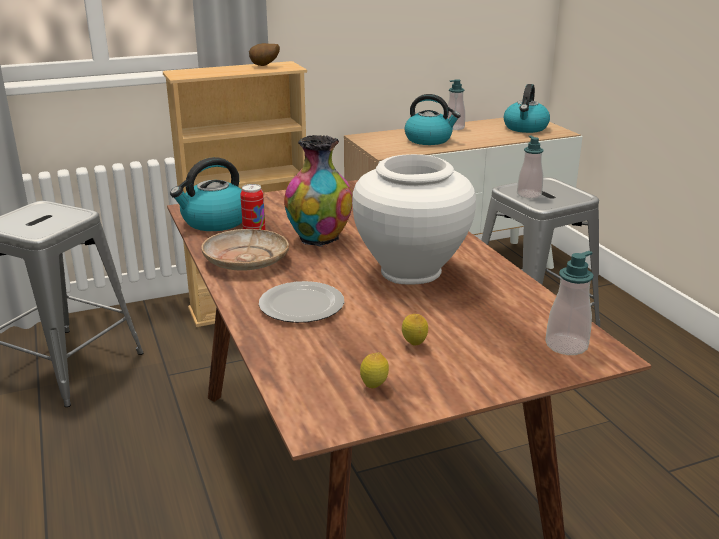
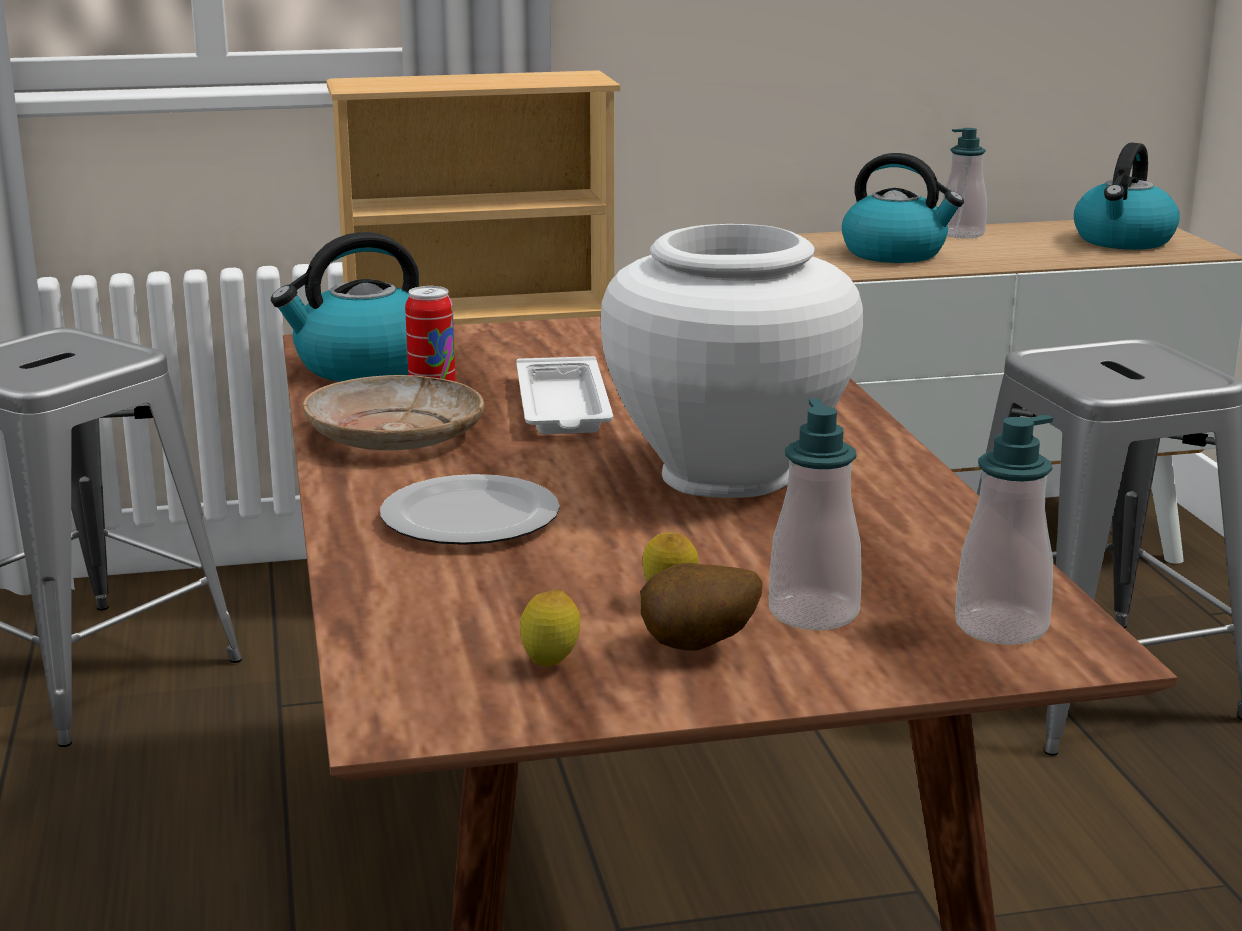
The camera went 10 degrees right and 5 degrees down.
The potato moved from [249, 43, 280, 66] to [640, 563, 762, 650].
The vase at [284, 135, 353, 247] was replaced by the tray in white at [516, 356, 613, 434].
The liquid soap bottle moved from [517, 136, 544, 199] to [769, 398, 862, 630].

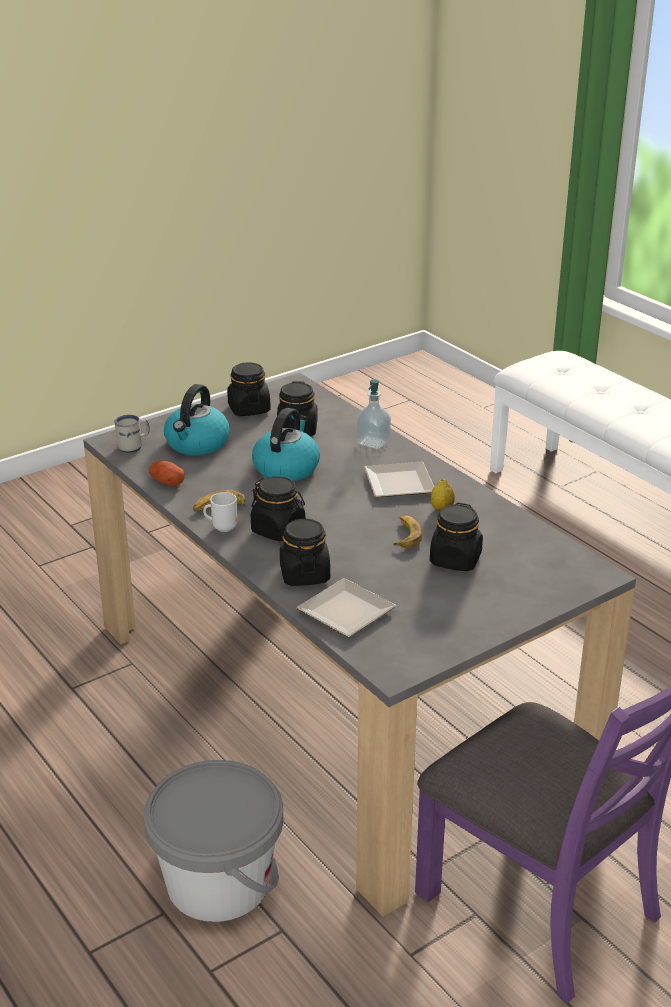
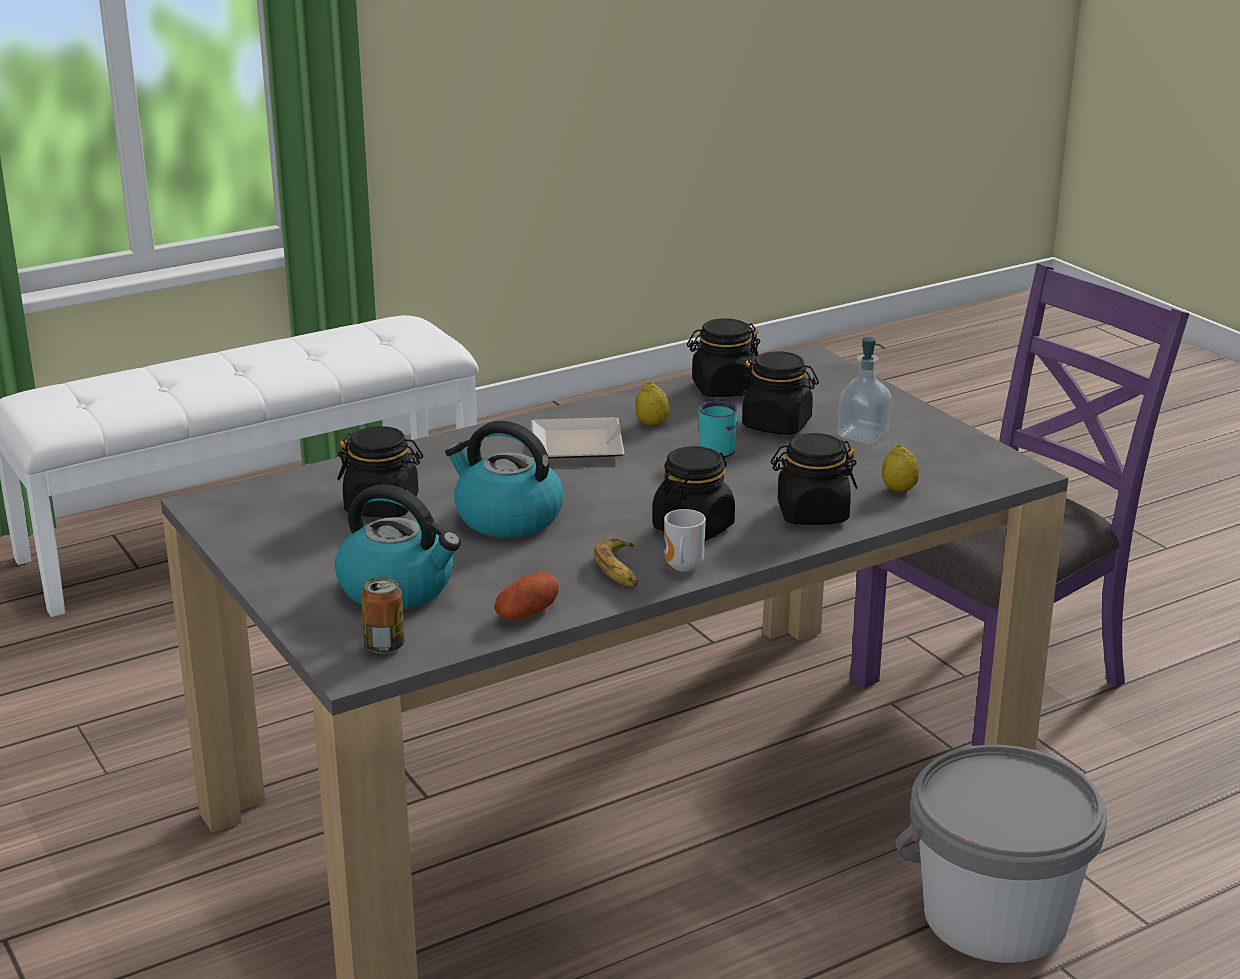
The camera went 85 degrees left and 5 degrees down.
The preserve jar in blackish moved from [227, 363, 271, 416] to [687, 318, 760, 397].
The liquid soap bottle moved from [356, 379, 391, 449] to [838, 337, 892, 444].
The coffee mug in white at [114, 415, 150, 453] was replaced by the metal can at [361, 577, 405, 654].
The whole banana at [393, 516, 422, 549] was replaced by the coffee mug in blue-green at [699, 401, 737, 458].
The plate at [296, 578, 396, 637] was replaced by the whole lemon at [882, 444, 919, 492].

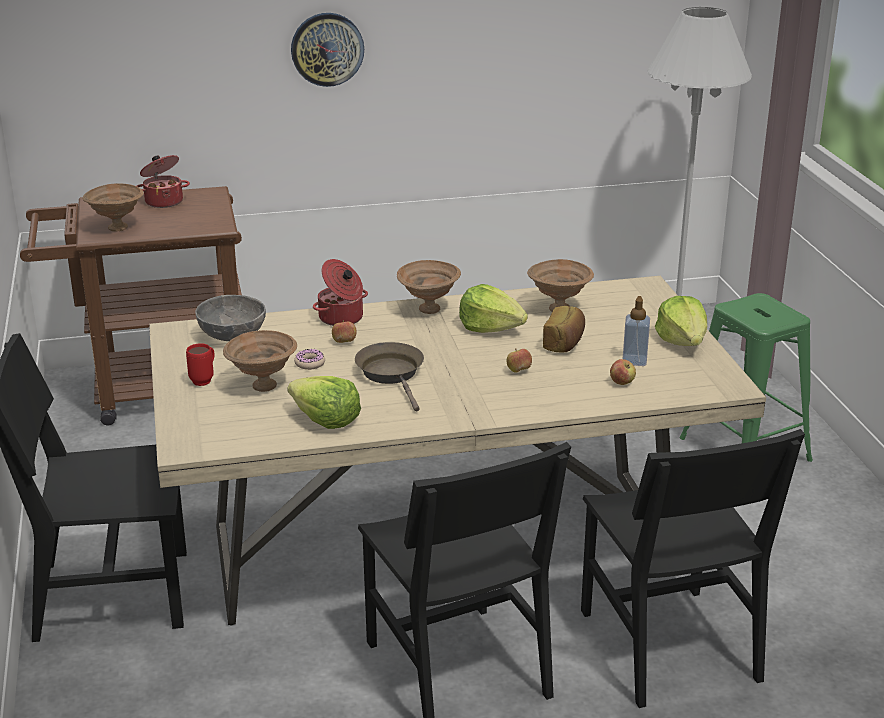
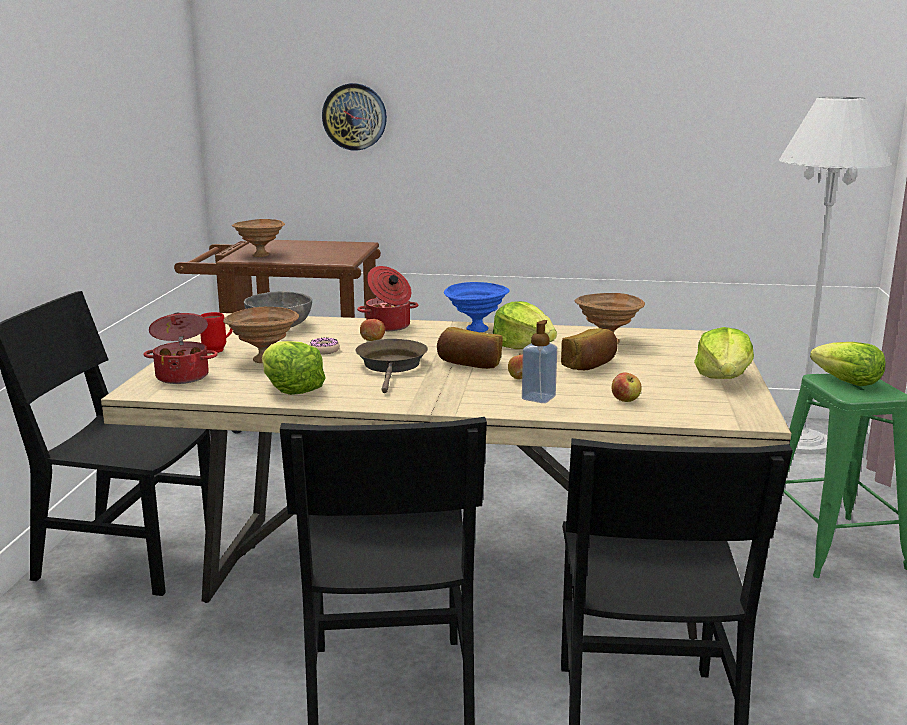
The camera went 20 degrees right and 10 degrees down.
The hanging clock moved from [291, 13, 364, 87] to [322, 83, 387, 151].
The cooking pot moved from [137, 155, 190, 208] to [143, 313, 218, 384].
The bowl in brown at [397, 260, 461, 314] became the bowl in blue at [444, 282, 509, 332].
The liquid soap bottle moved from [623, 296, 650, 366] to [522, 320, 557, 403].
The bakery bread at [437, 327, 503, 369] appeared.
The head of lettuce at [810, 342, 885, 387] appeared.

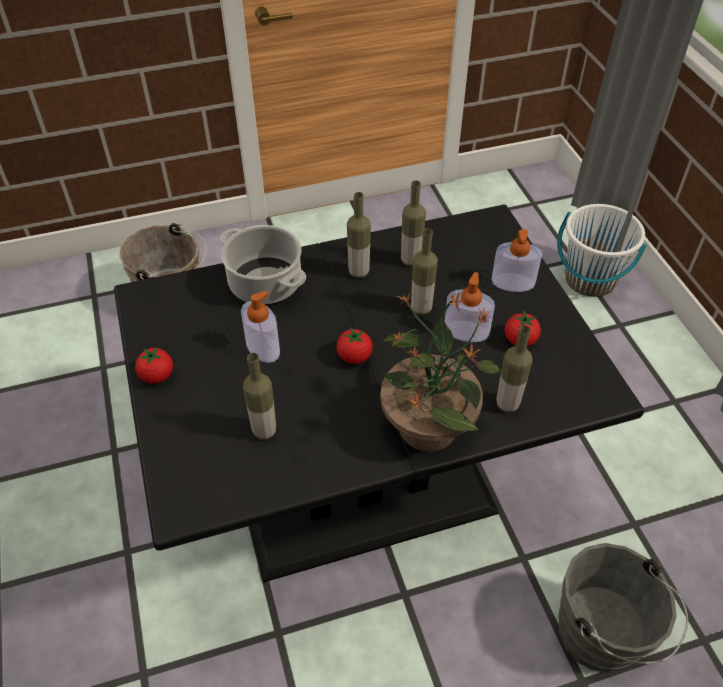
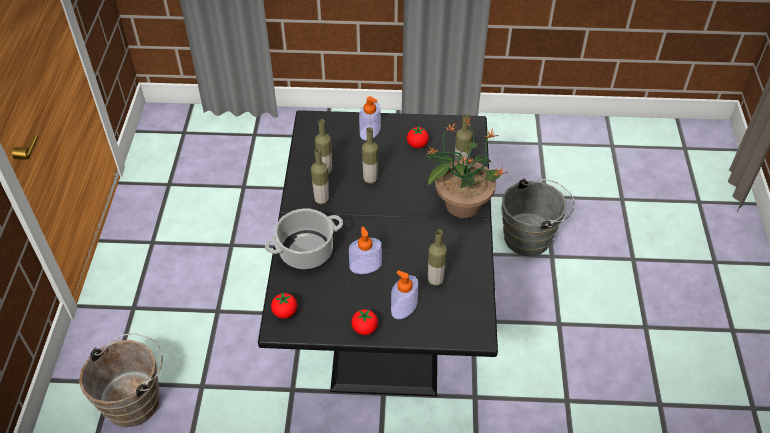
The camera went 70 degrees left and 0 degrees up.
The water bucket in white at [557, 204, 647, 297] disappeared.
The liquid soap bottle moved from [445, 272, 495, 342] to [391, 270, 418, 319].
The fresh tomato moved from [336, 328, 373, 364] to [271, 292, 297, 319].

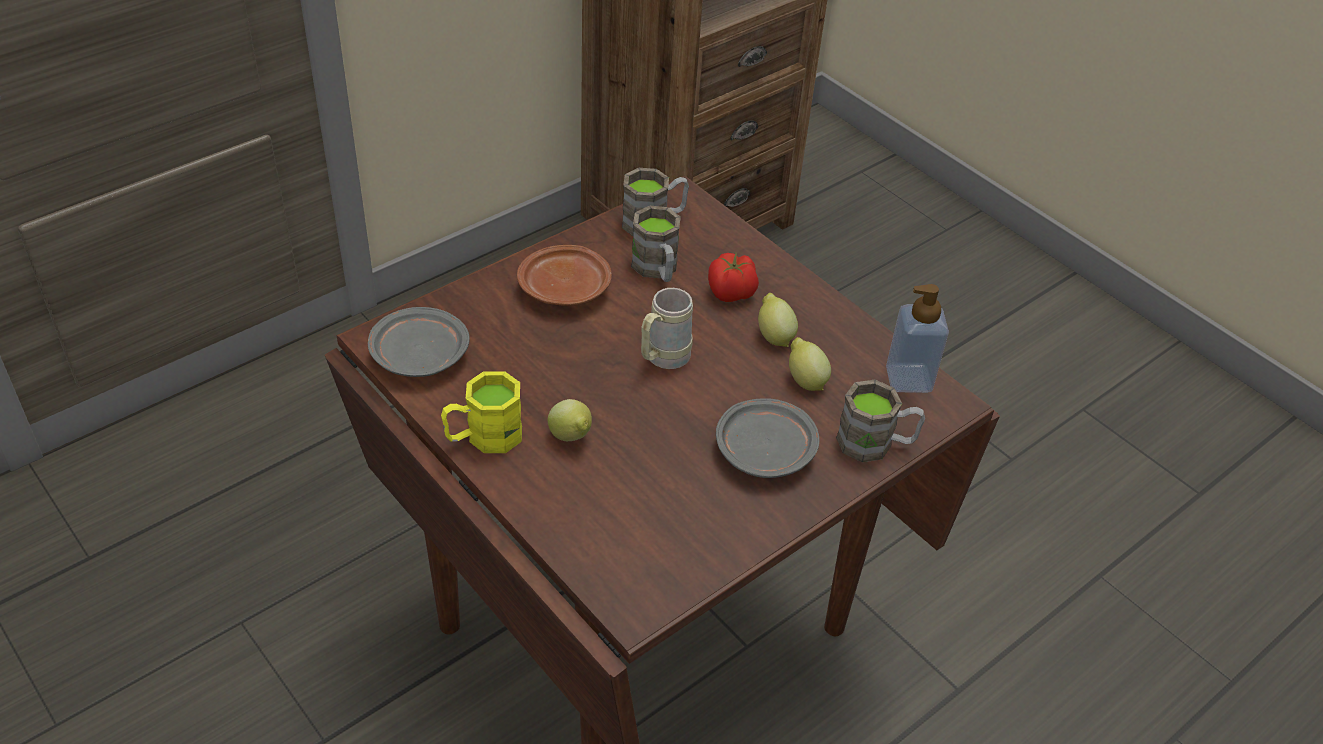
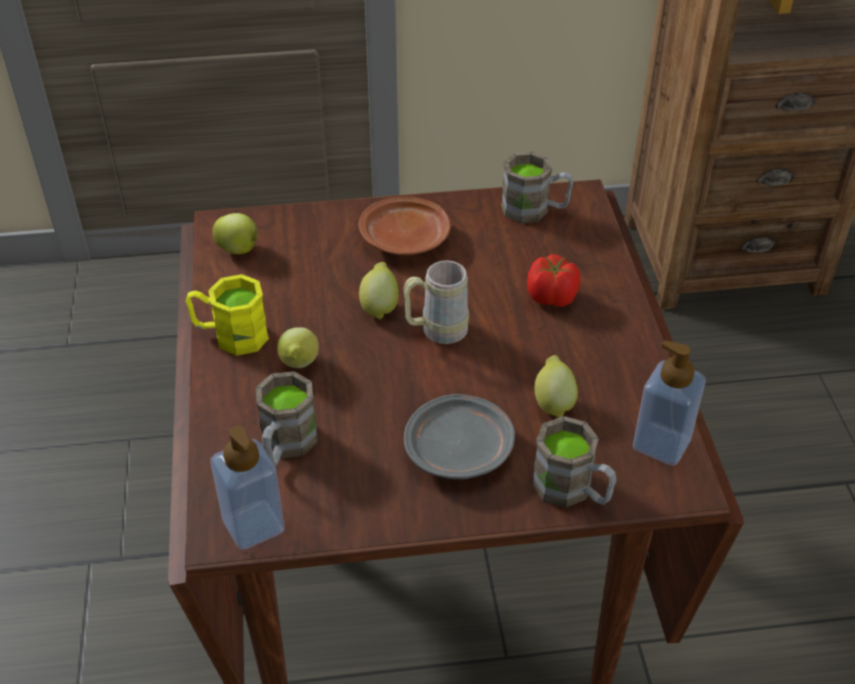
The camera went 35 degrees right and 0 degrees up.
The coffee mug in brown moved from [631, 206, 681, 282] to [256, 371, 318, 466].
The whole lemon moved from [758, 293, 798, 347] to [359, 262, 399, 320].
The plate in greyish at [368, 307, 470, 377] was replaced by the whole apple at [212, 213, 258, 254].
The liquid soap bottle at [211, 425, 285, 550] appeared.

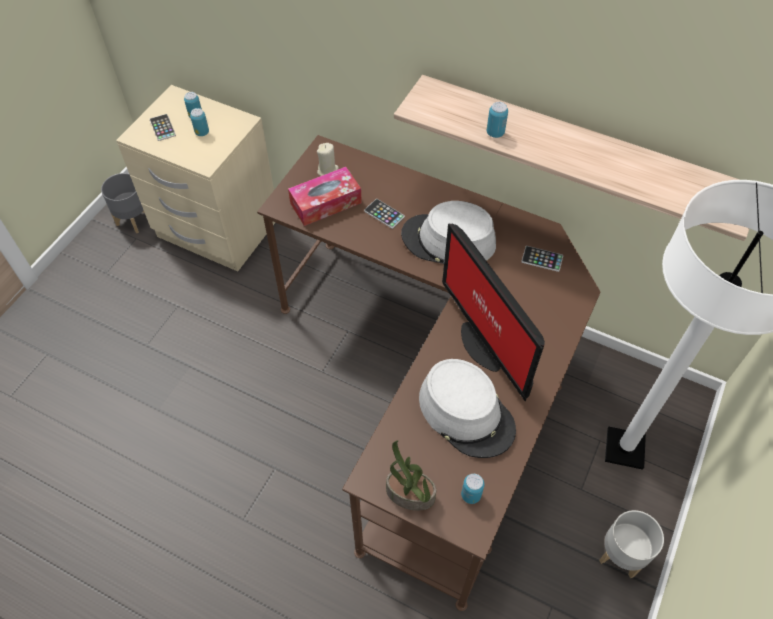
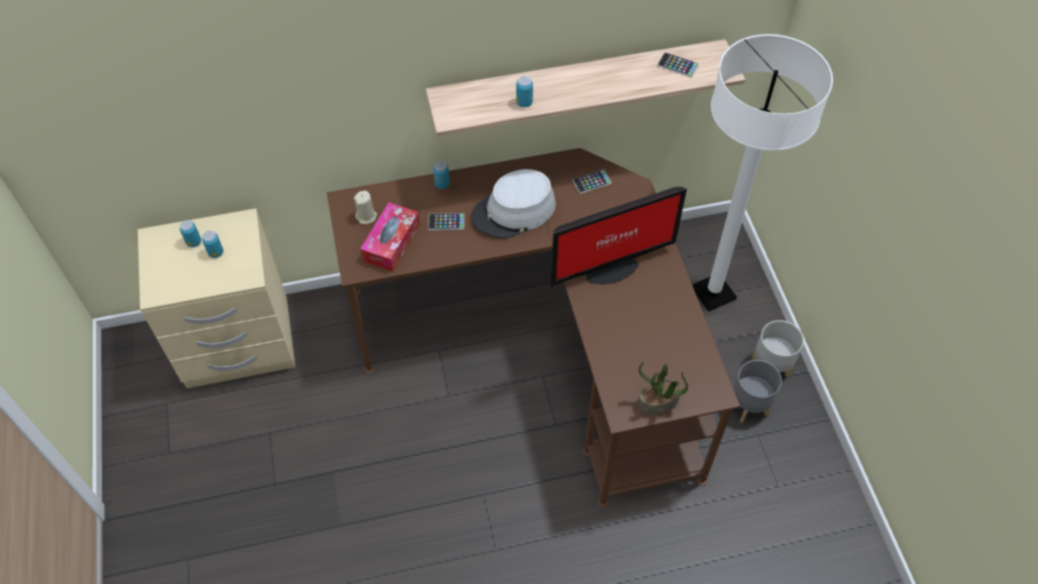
The camera went 40 degrees left and 0 degrees up.
The telephone moved from [150, 114, 176, 141] to [657, 52, 699, 77].
The flower pot in greyish moved from [101, 173, 145, 233] to [733, 360, 782, 423].
The monitor at [442, 223, 545, 401] turned 45 degrees counterclockwise.
The clothing hat in greyish at [419, 359, 516, 458] disappeared.
The metal can moved from [461, 474, 484, 504] to [433, 162, 450, 189].

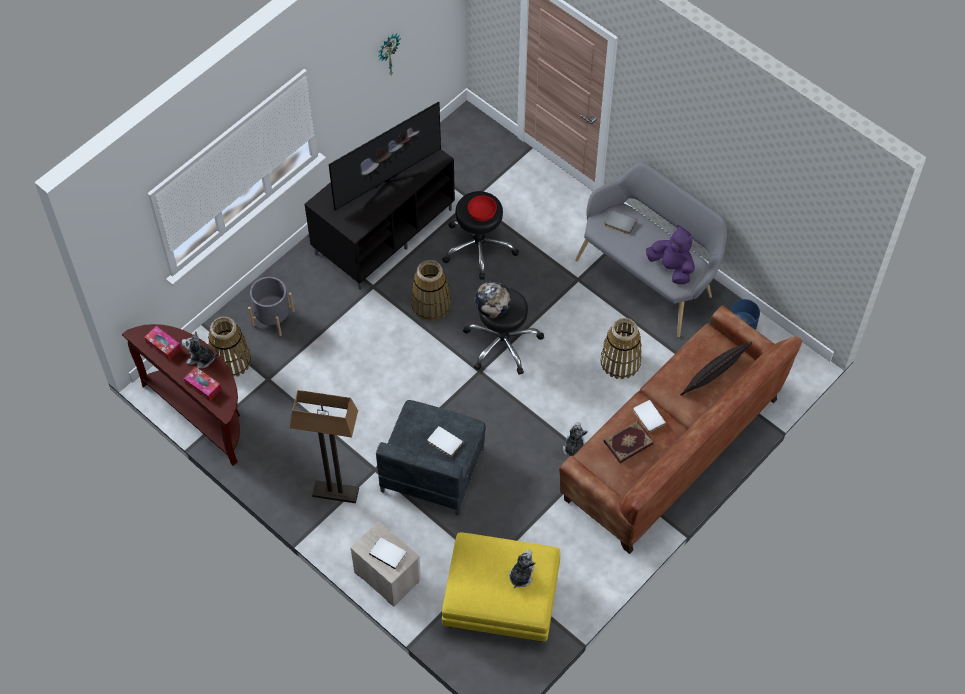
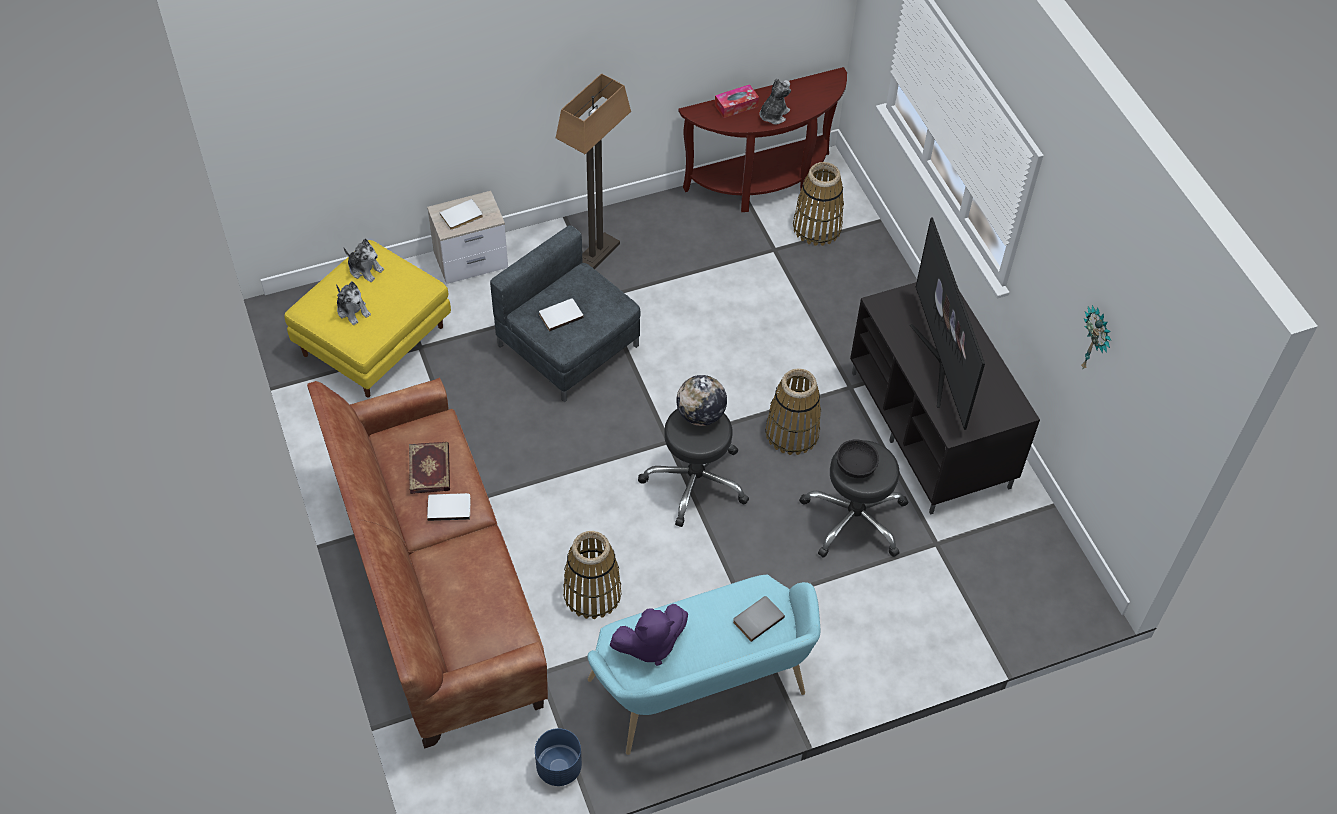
The camera went 115 degrees right and 5 degrees down.
The indoor bench in greyish at [575, 162, 727, 337] became the indoor bench in blue-green at [588, 574, 820, 755].
The bowl in red at [468, 195, 497, 221] became the bowl in blackish at [837, 439, 879, 478].
The flower pot in greyish at [248, 277, 295, 336] disappeared.
The tissue box at [144, 326, 181, 360] disappeared.
The cushion at [680, 342, 752, 396] disappeared.
The soft toy moved from [563, 422, 588, 457] to [344, 238, 384, 282].

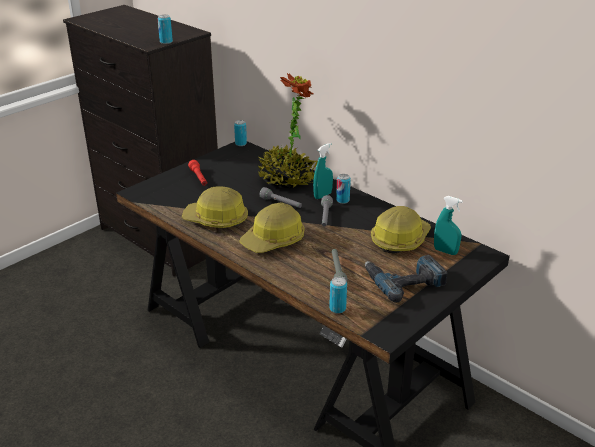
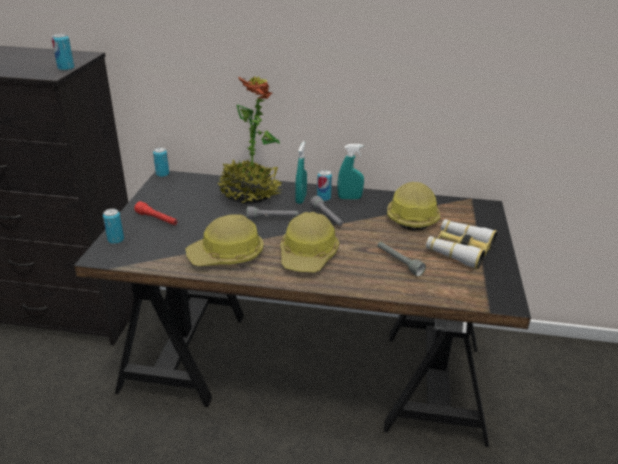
The camera went 35 degrees left and 0 degrees up.
The sprayer in blue-green moved from [434, 196, 463, 255] to [338, 144, 364, 199].
The power drill at [365, 255, 448, 303] was replaced by the binoculars at [426, 219, 497, 269].
The metal can moved from [329, 277, 347, 314] to [103, 209, 124, 244].

